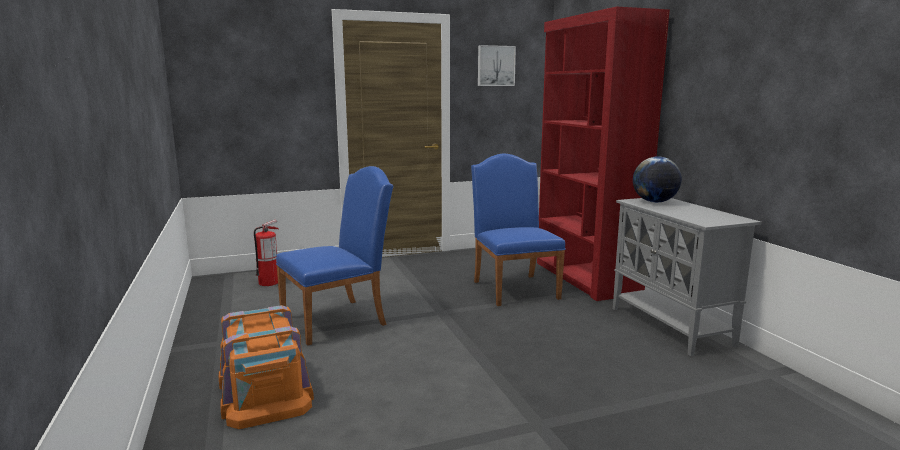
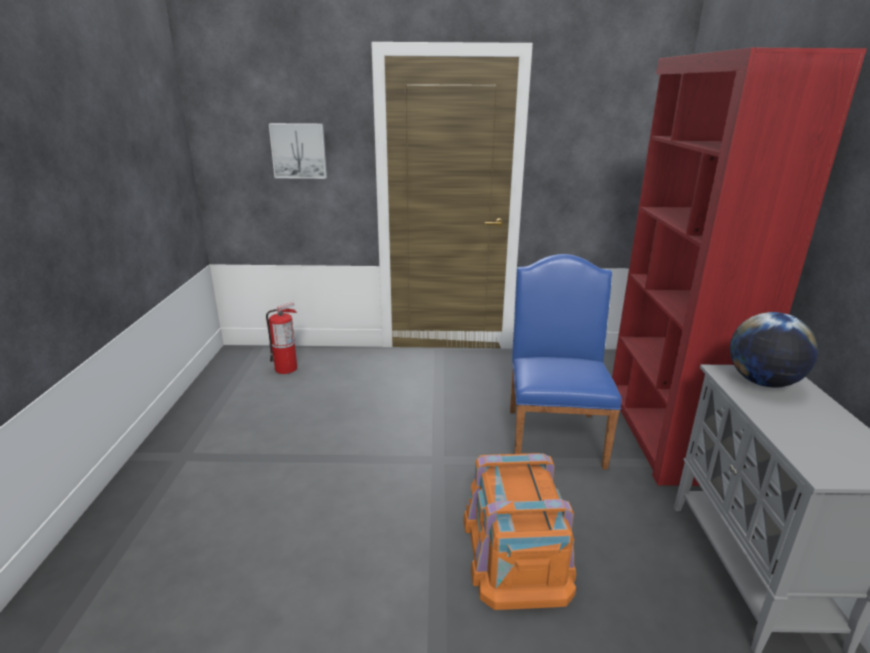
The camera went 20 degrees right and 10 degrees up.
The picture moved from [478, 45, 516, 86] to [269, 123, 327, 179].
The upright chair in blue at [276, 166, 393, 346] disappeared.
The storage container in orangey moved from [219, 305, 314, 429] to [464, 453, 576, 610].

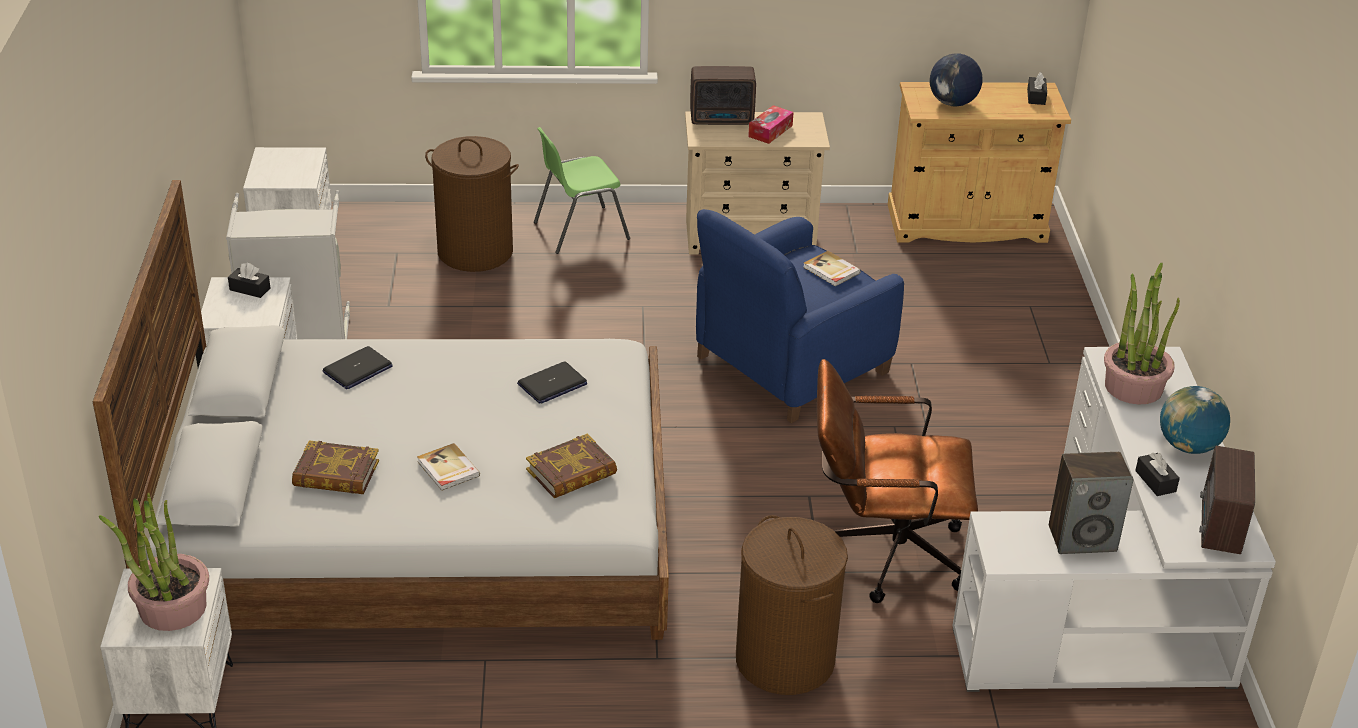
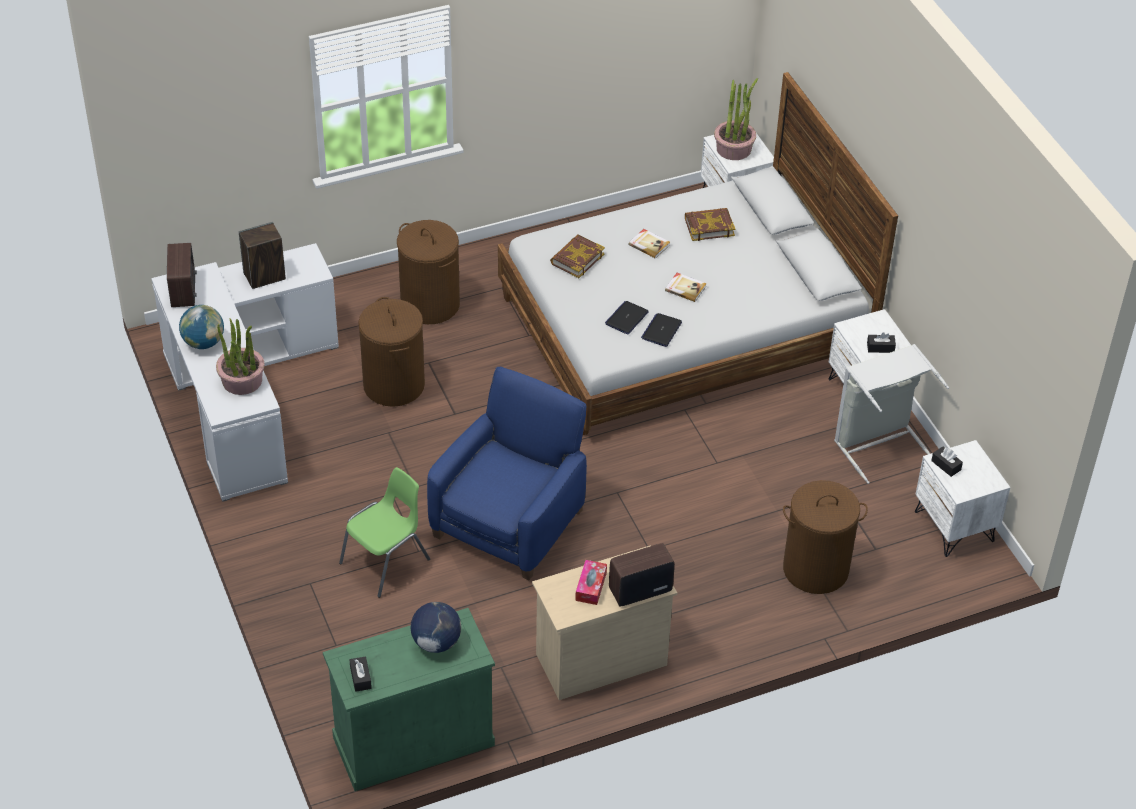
The camera went 160 degrees right and 10 degrees up.
The storage cabinet in beige at [888, 82, 1071, 243] became the storage cabinet in green-coloured at [323, 608, 495, 791].
The upright chair in green-coloured moved from [534, 127, 630, 254] to [339, 467, 430, 598].
The book moved from [803, 251, 861, 286] to [665, 273, 707, 302].
The notebook computer moved from [322, 346, 393, 389] to [641, 313, 682, 347].
The desk chair in brown at [817, 359, 978, 603] was replaced by the hamper in brown at [358, 297, 425, 407].
The tissue box in blackish moved from [1135, 453, 1180, 496] to [931, 447, 963, 477].

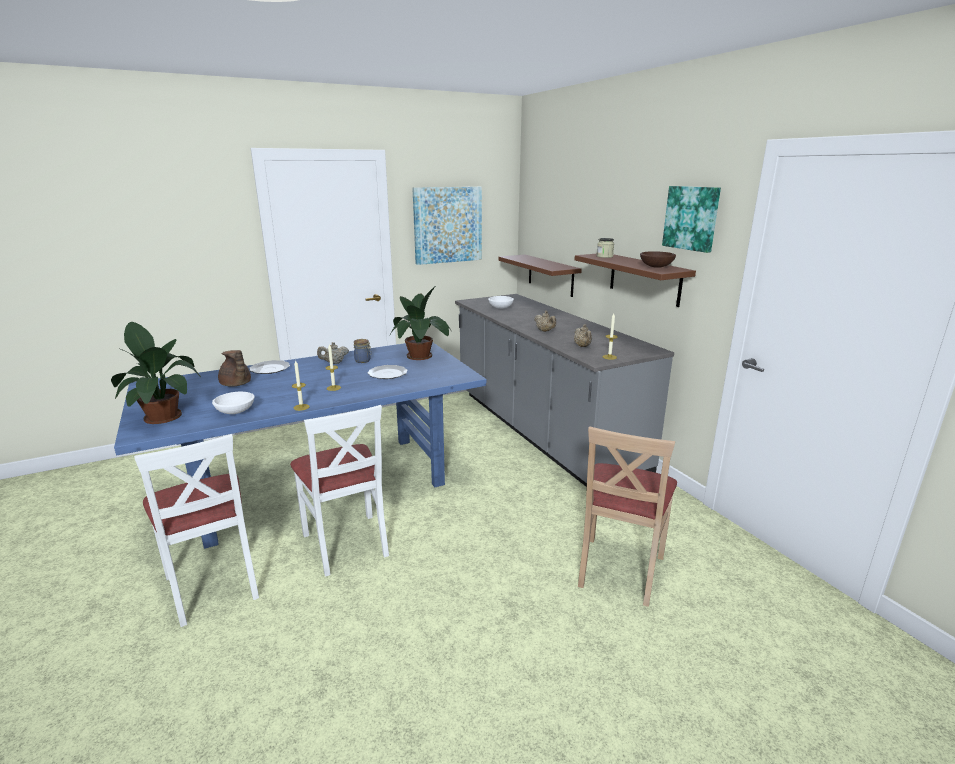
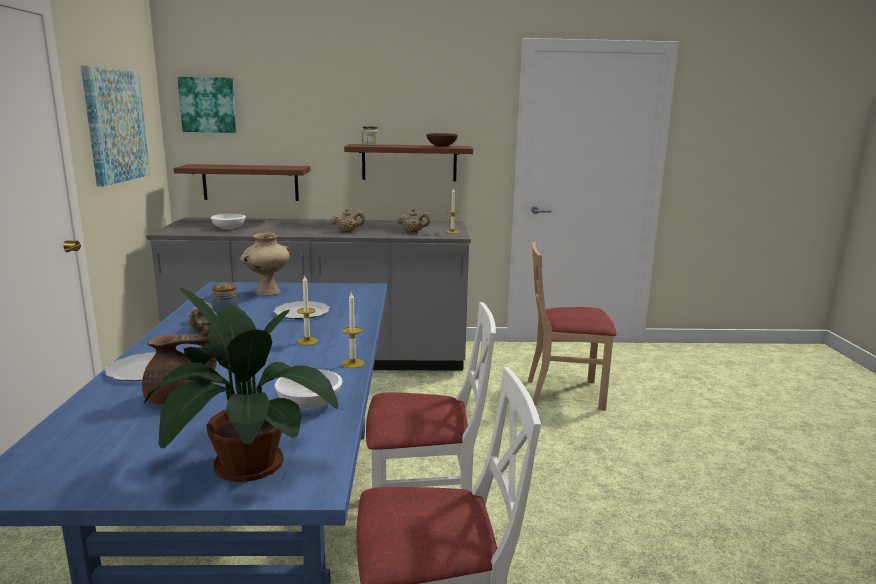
The camera went 65 degrees left and 5 degrees down.
The picture moved from [662, 186, 721, 253] to [177, 77, 237, 133].
The plant in a pot at [391, 287, 452, 360] was replaced by the vase in beige at [240, 232, 290, 296].
The upright chair in beige at [578, 426, 677, 607] turned 135 degrees clockwise.

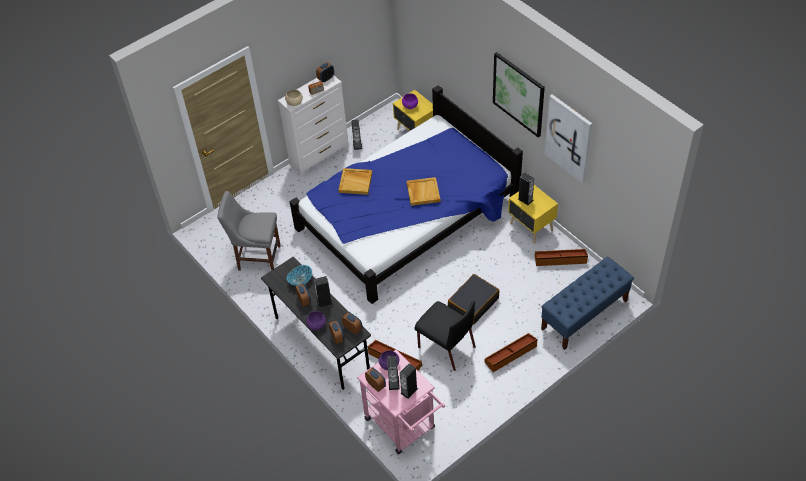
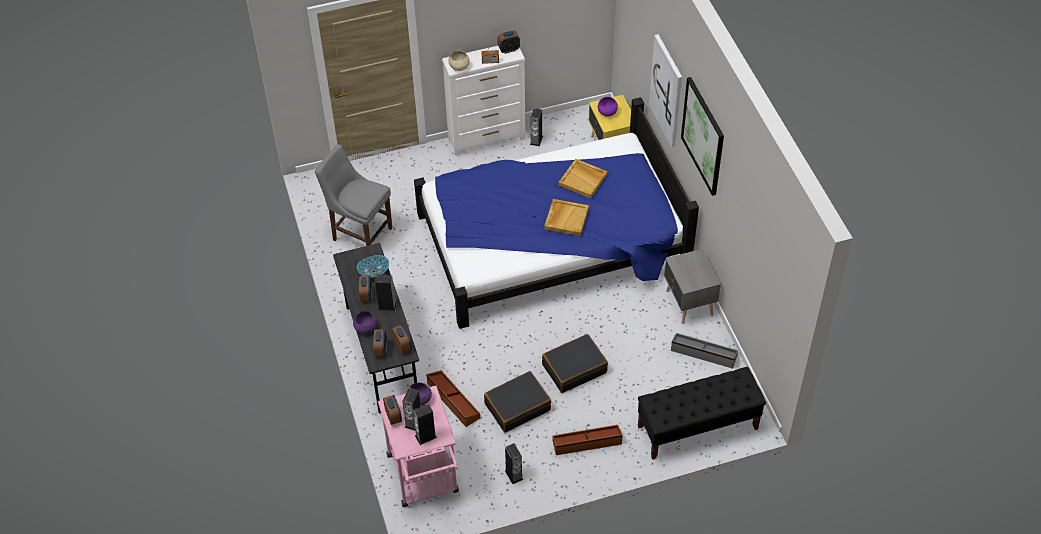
The camera went 20 degrees right and 0 degrees up.
The picture moved from [545, 94, 592, 183] to [649, 34, 682, 147].
The tray in beige moved from [339, 168, 372, 195] to [558, 159, 608, 198].
The speaker moved from [518, 172, 534, 205] to [505, 443, 523, 484].
The night table in yellow-coloured at [508, 185, 558, 244] became the night table in greyish at [664, 249, 721, 324].
The storage container in brown at [535, 249, 588, 266] became the storage container in greyish at [671, 333, 738, 369].
The indoor bench in blue at [541, 257, 634, 350] became the indoor bench in blackish at [638, 367, 766, 460].
The upright chair in blackish at [415, 301, 476, 371] was replaced by the suitcase in blackish at [484, 371, 551, 433].

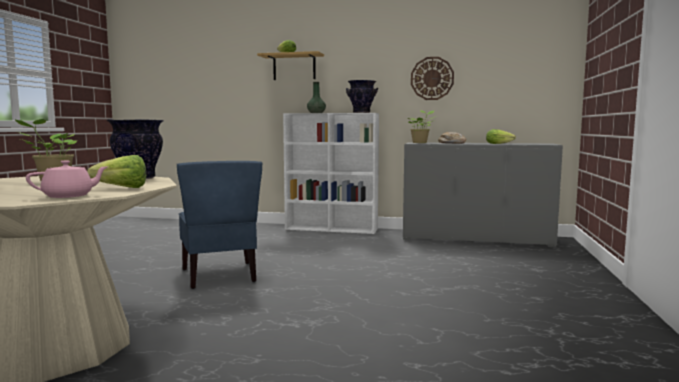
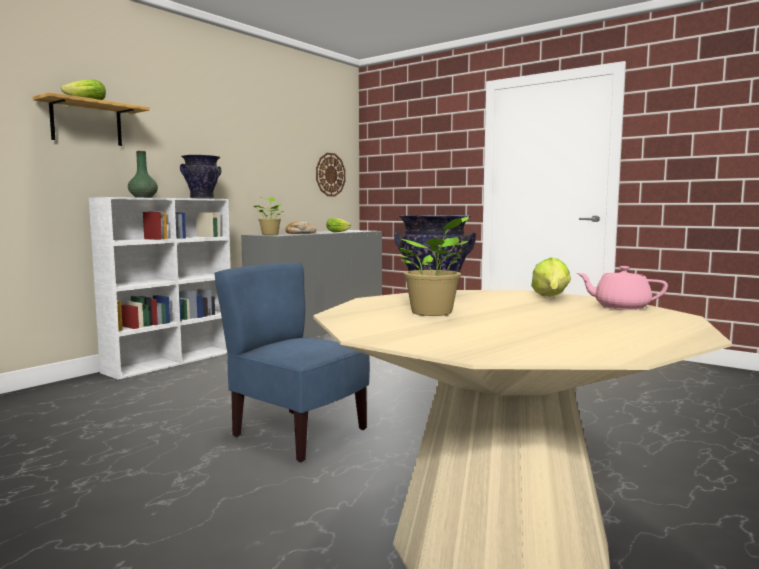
The camera went 65 degrees left and 0 degrees up.
The hanging clock moved from [411, 57, 454, 100] to [316, 153, 346, 196].
The teapot in pink at [26, 161, 107, 198] turned 60 degrees counterclockwise.
The upright chair in blue at [177, 161, 262, 289] turned 150 degrees counterclockwise.

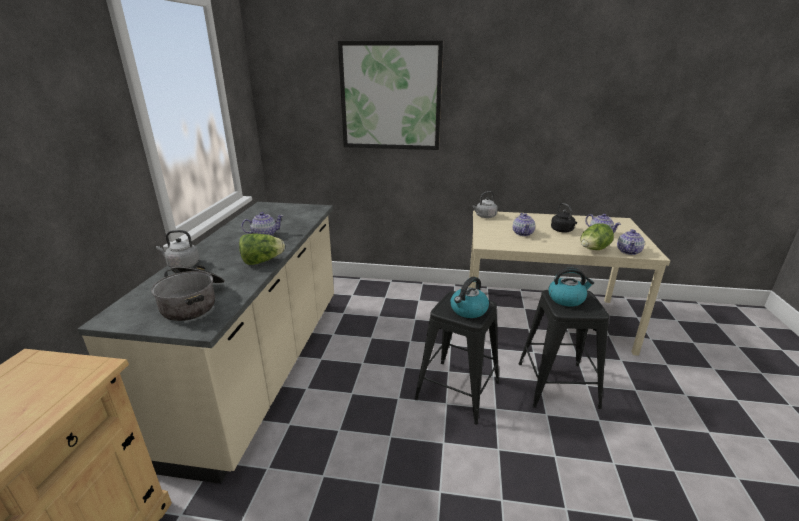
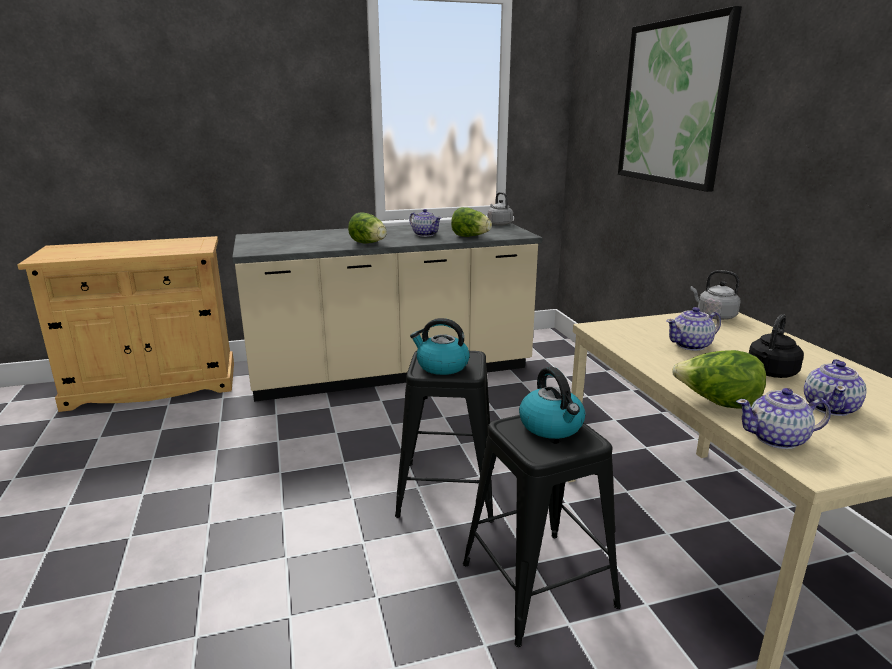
The camera went 65 degrees right and 5 degrees down.
The tea kettle in greyish moved from [156, 230, 200, 268] to [488, 192, 513, 226].
The cooking pot at [151, 265, 225, 321] disappeared.
The head of lettuce at [451, 207, 492, 237] appeared.

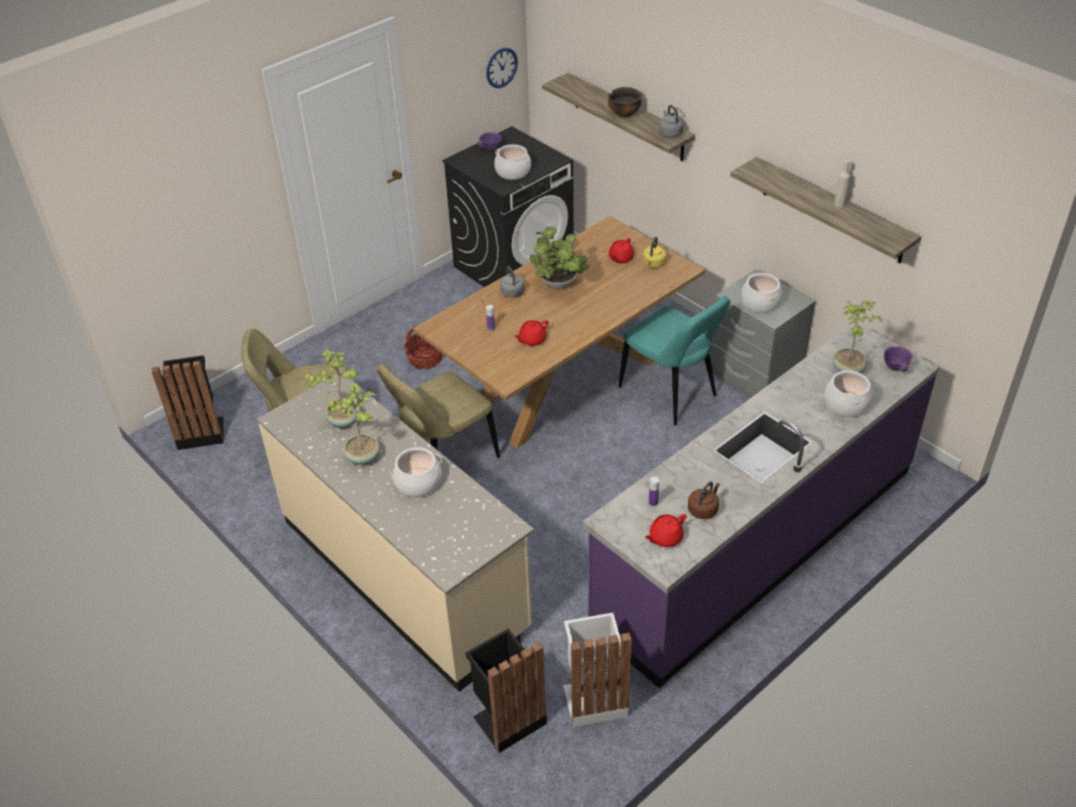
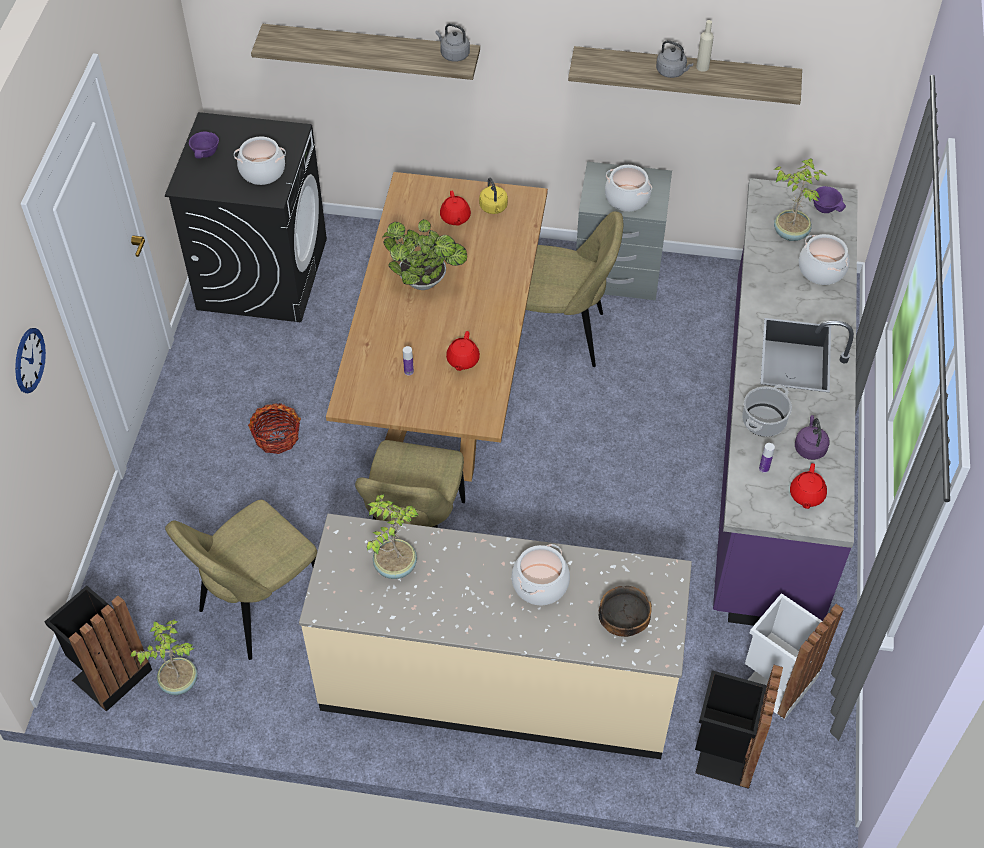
The camera went 40 degrees left and 10 degrees up.
The hanging clock moved from [486, 48, 518, 88] to [15, 328, 46, 393].
The bowl moved from [608, 87, 642, 118] to [598, 586, 652, 637].
The tea kettle in greyish moved from [500, 266, 525, 297] to [656, 40, 694, 78].
The upright chair in blue-green at [618, 296, 730, 425] became the upright chair in beige at [526, 211, 623, 367].
The plant in a pot moved from [326, 383, 380, 465] to [130, 619, 197, 695].
The tea kettle in brown at [688, 481, 720, 519] became the tea kettle in purple-coloured at [795, 415, 829, 460].
The cooking pot at [742, 385, 792, 437] appeared.

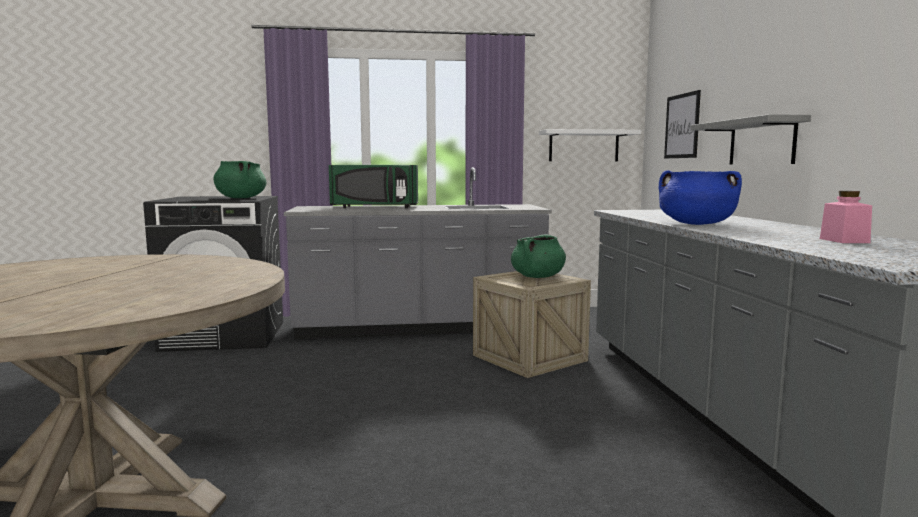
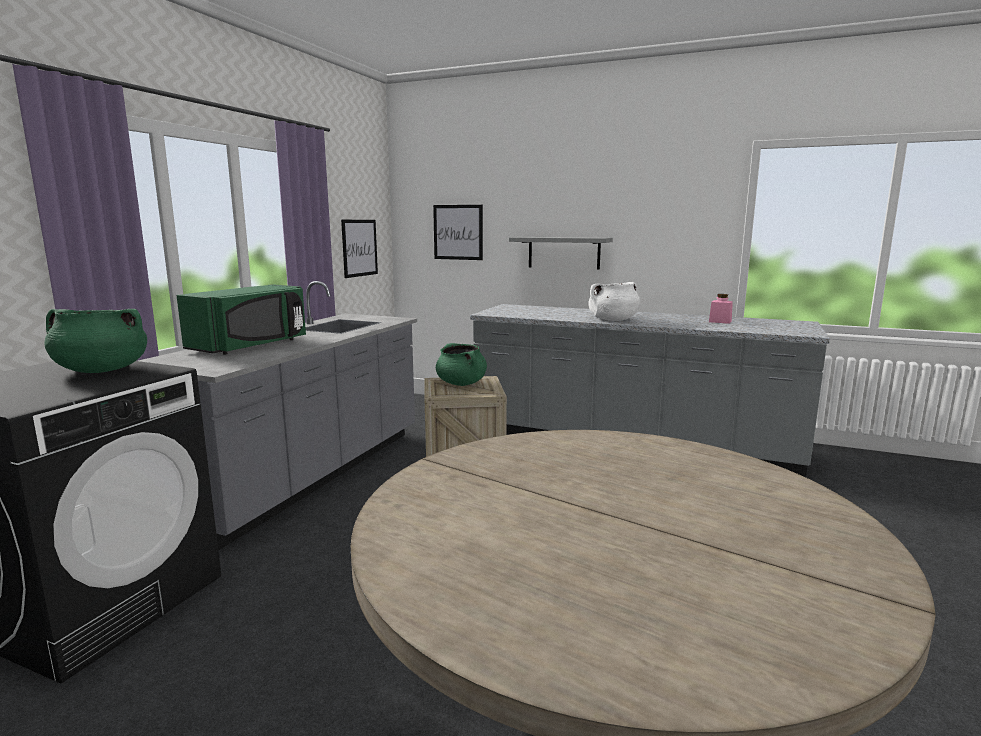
The camera went 60 degrees left and 5 degrees up.
The bracket shelf in white at [539, 129, 641, 161] was replaced by the picture at [341, 220, 378, 278].
The cooking pot in blue at [659, 170, 742, 225] became the cooking pot in white at [588, 282, 641, 321].

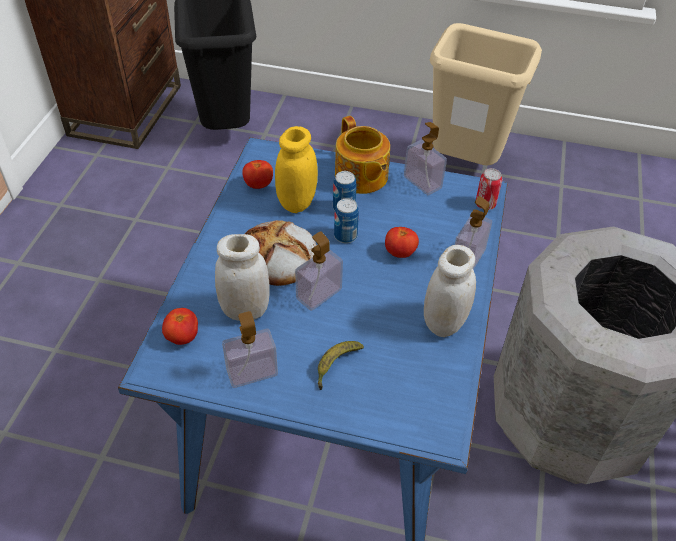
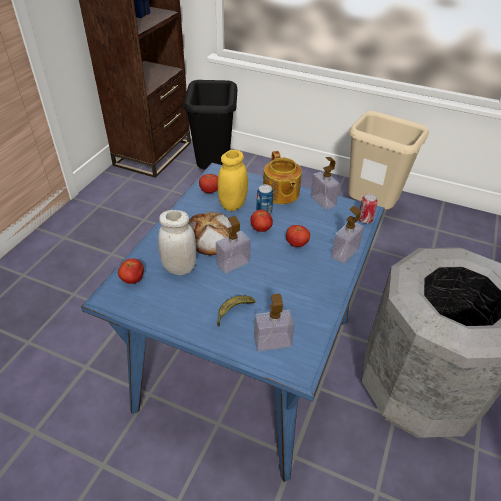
The camera went 10 degrees right and 5 degrees down.
The metal can at [334, 198, 359, 243] was replaced by the fresh tomato at [250, 210, 273, 232].
The preserve jar in white at [424, 245, 476, 337] disappeared.
The liquid soap bottle moved from [222, 311, 278, 388] to [254, 294, 295, 352].

